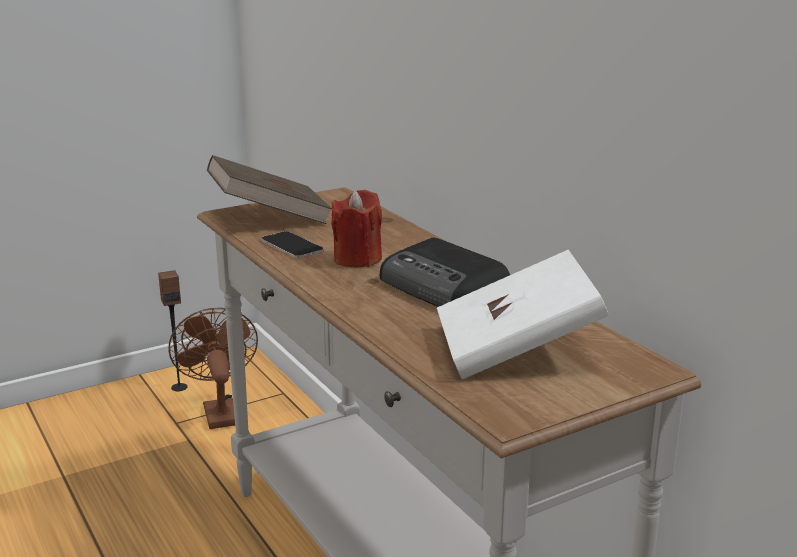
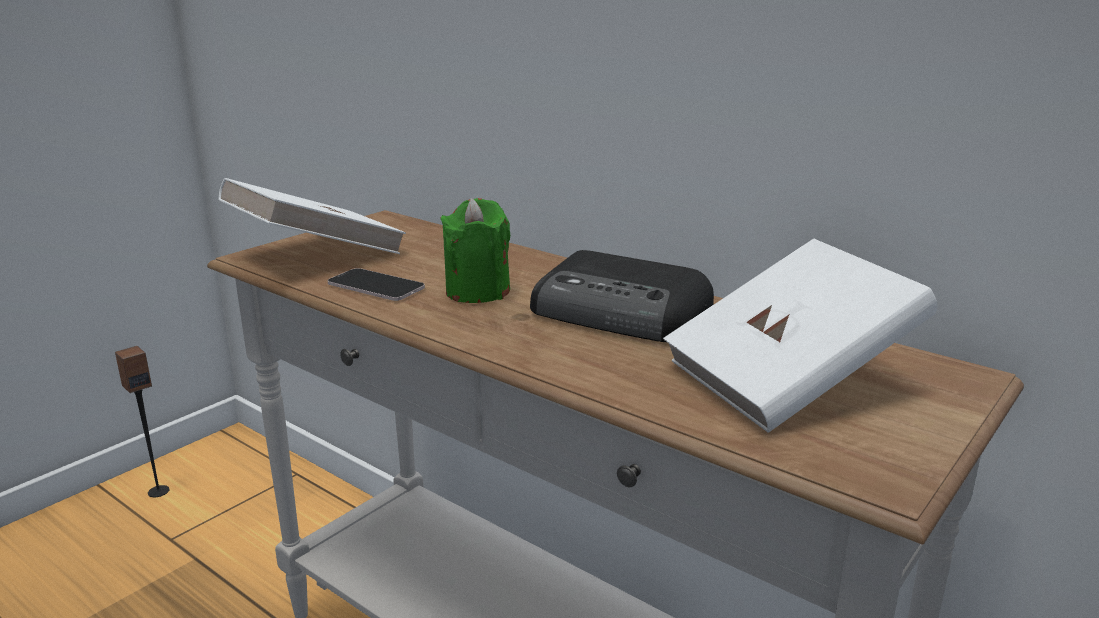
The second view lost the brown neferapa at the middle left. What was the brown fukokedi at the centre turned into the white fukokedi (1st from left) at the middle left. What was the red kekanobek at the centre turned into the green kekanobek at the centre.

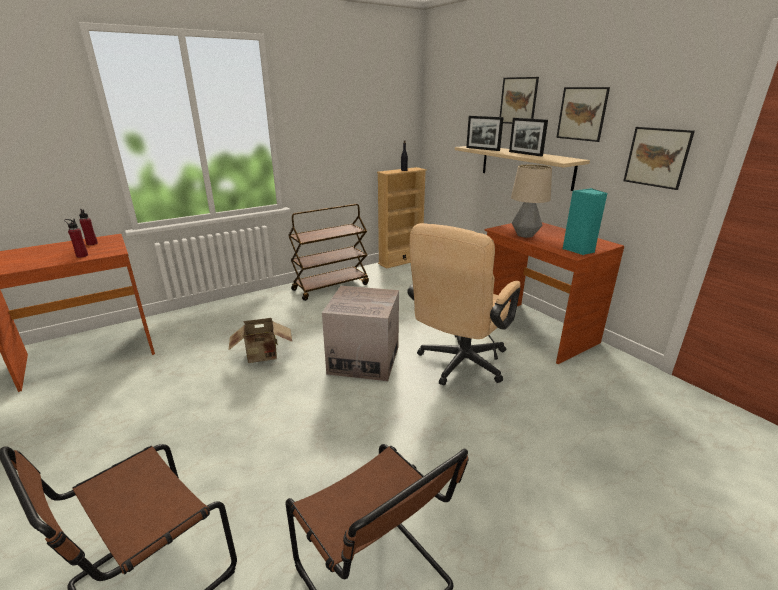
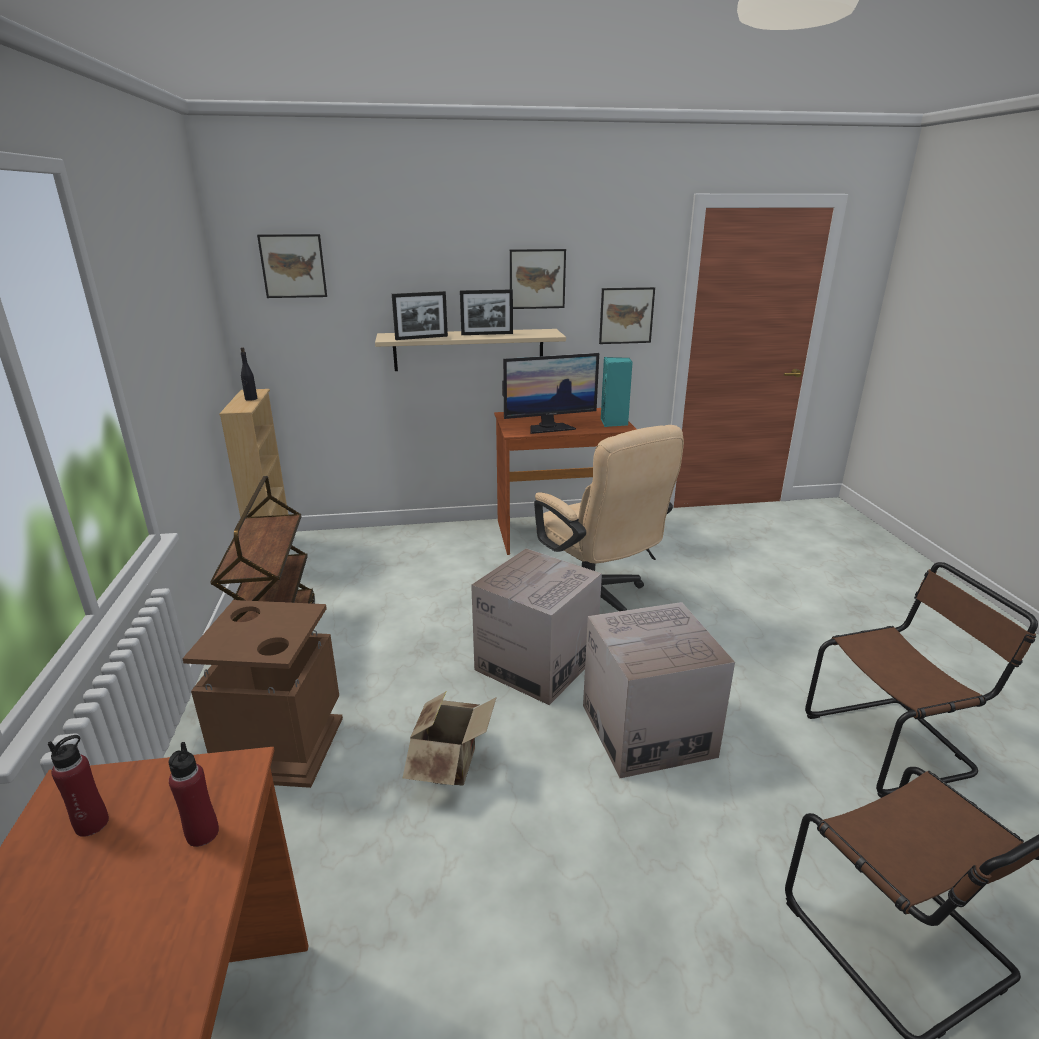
The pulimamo (1st from left) ended up elsewhere, having gone from the top right to the top left. Where the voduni stood at the middle right, the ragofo came to stand at the centre. The second view gained the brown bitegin at the bottom left. The second view gained the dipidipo (3rd from left) at the centre.

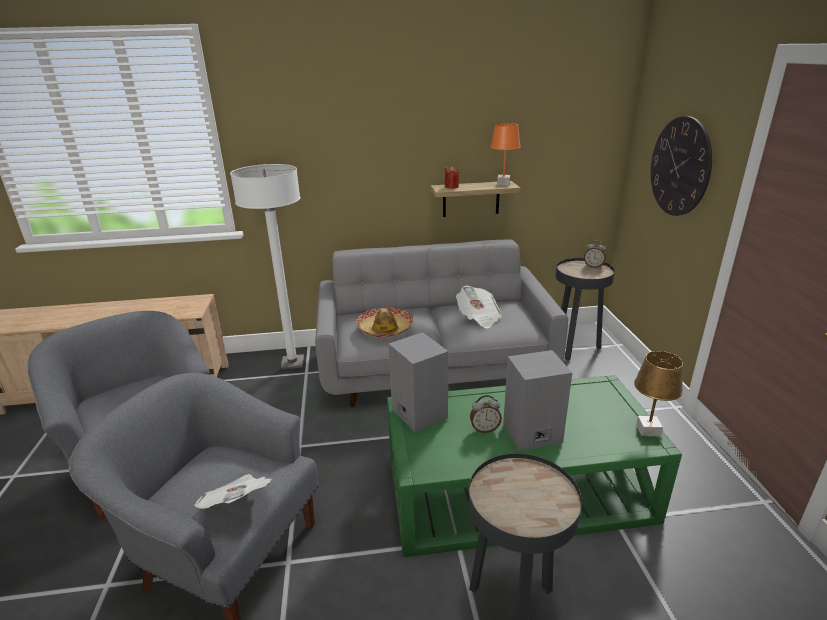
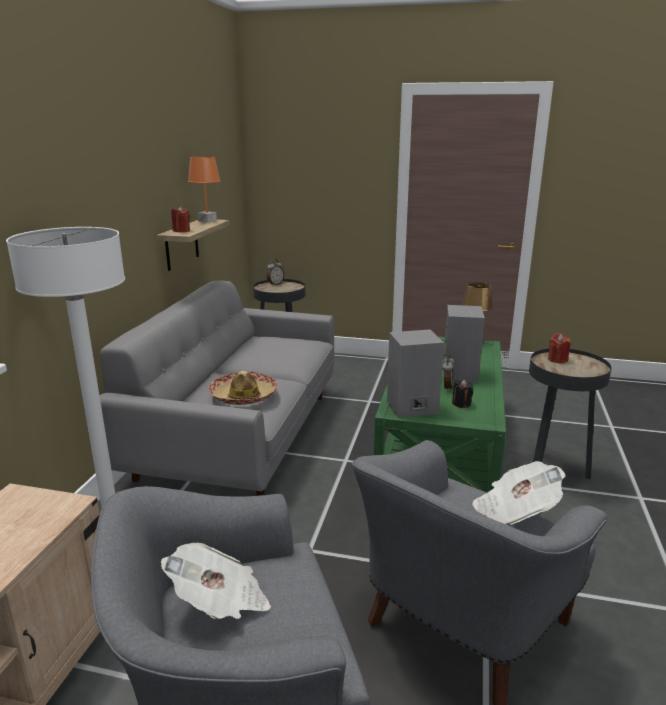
The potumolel (2nd from left in the first image) ended up elsewhere, having gone from the centre to the bottom left. The second view lost the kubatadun at the top right. The second view gained the black kekanobek at the middle right. The second view gained the red kekanobek (2nd from left) at the middle right.

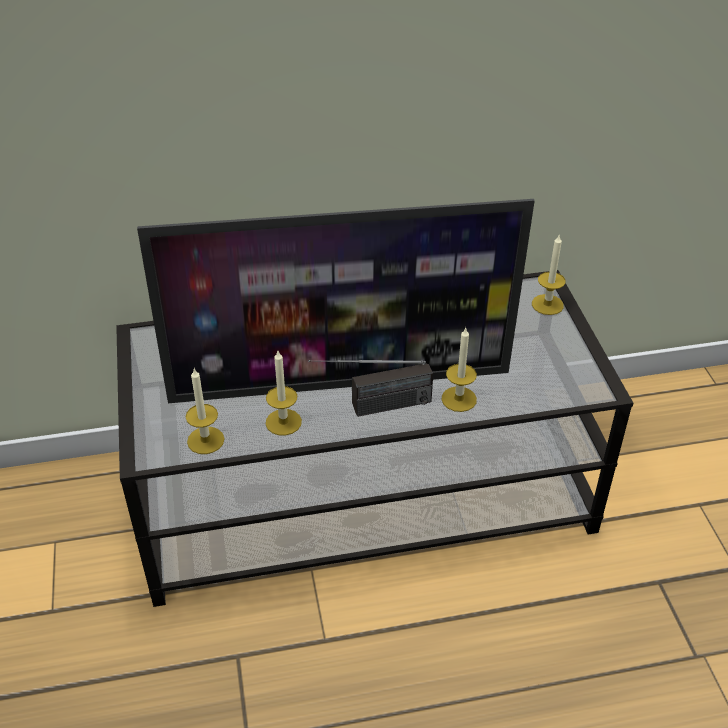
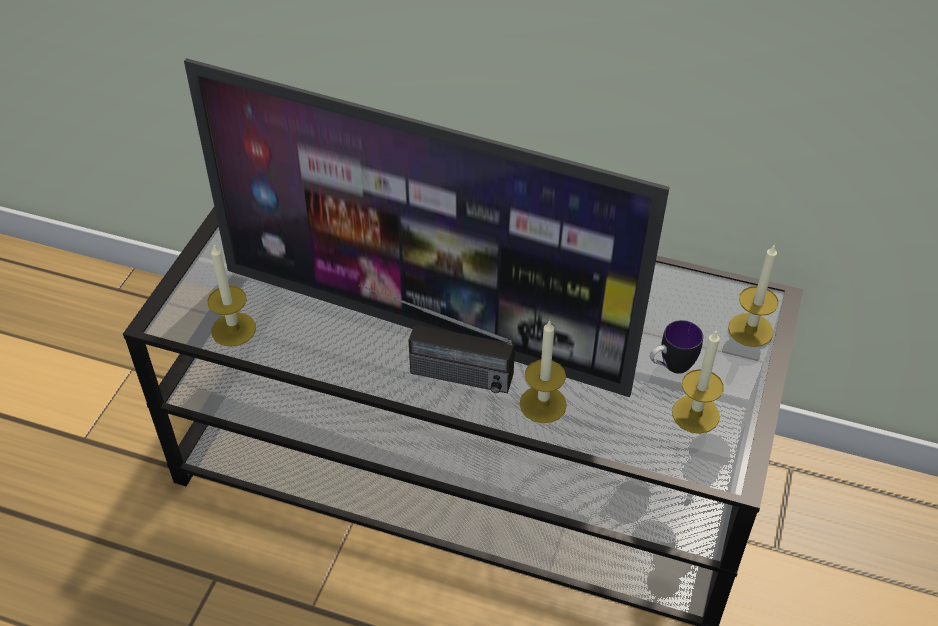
The kekanobek (2nd from left in the first image) ended up elsewhere, having gone from the centre to the middle right. The second view gained the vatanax at the middle right.

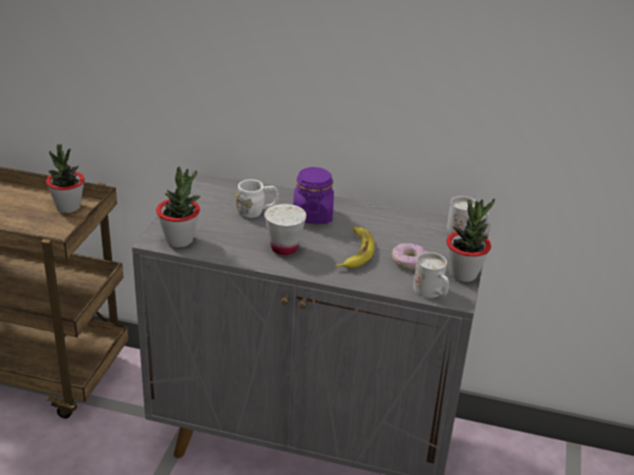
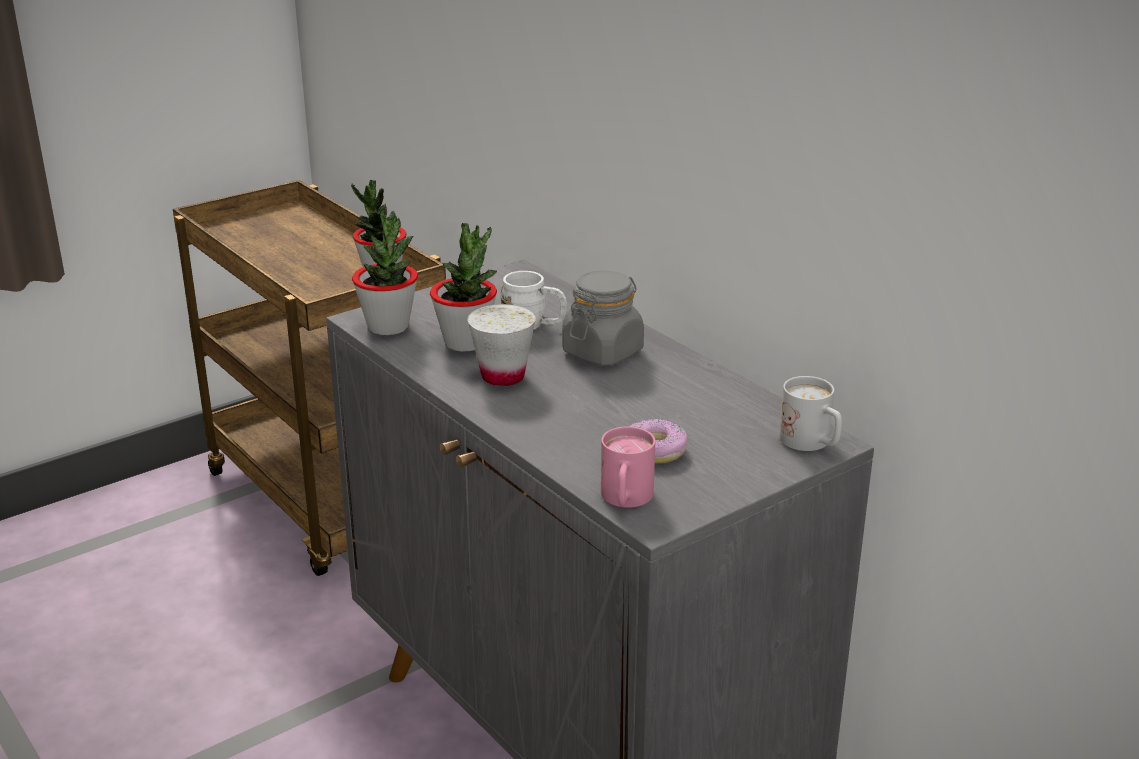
What was the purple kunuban at the centre turned into the grey kunuban at the centre. The second view lost the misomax at the centre. What was the white vatanax (2nd from left) at the middle right turned into the pink vatanax at the centre. The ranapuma (3rd from left) ended up elsewhere, having gone from the middle right to the centre.

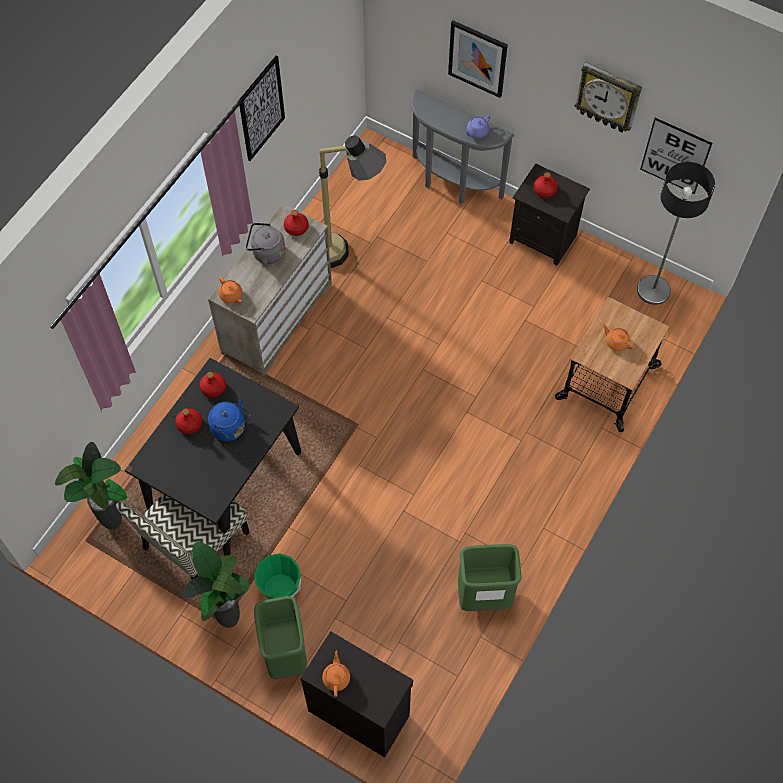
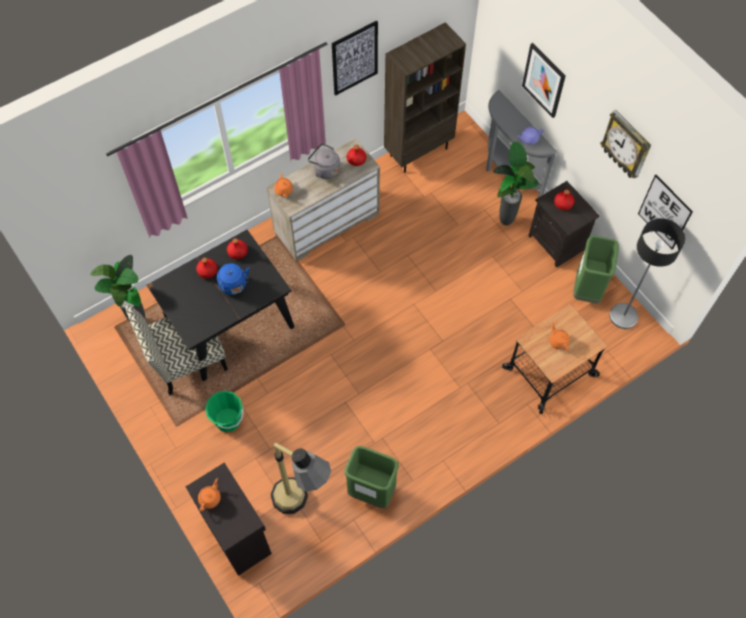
The ranapuma (2nd from left) ended up elsewhere, having gone from the bottom left to the top right. The green bitegin (1st from left in the first image) ended up elsewhere, having gone from the bottom centre to the middle right. The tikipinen (1st from left) ended up elsewhere, having gone from the top centre to the bottom centre. The second view gained the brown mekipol at the top centre.

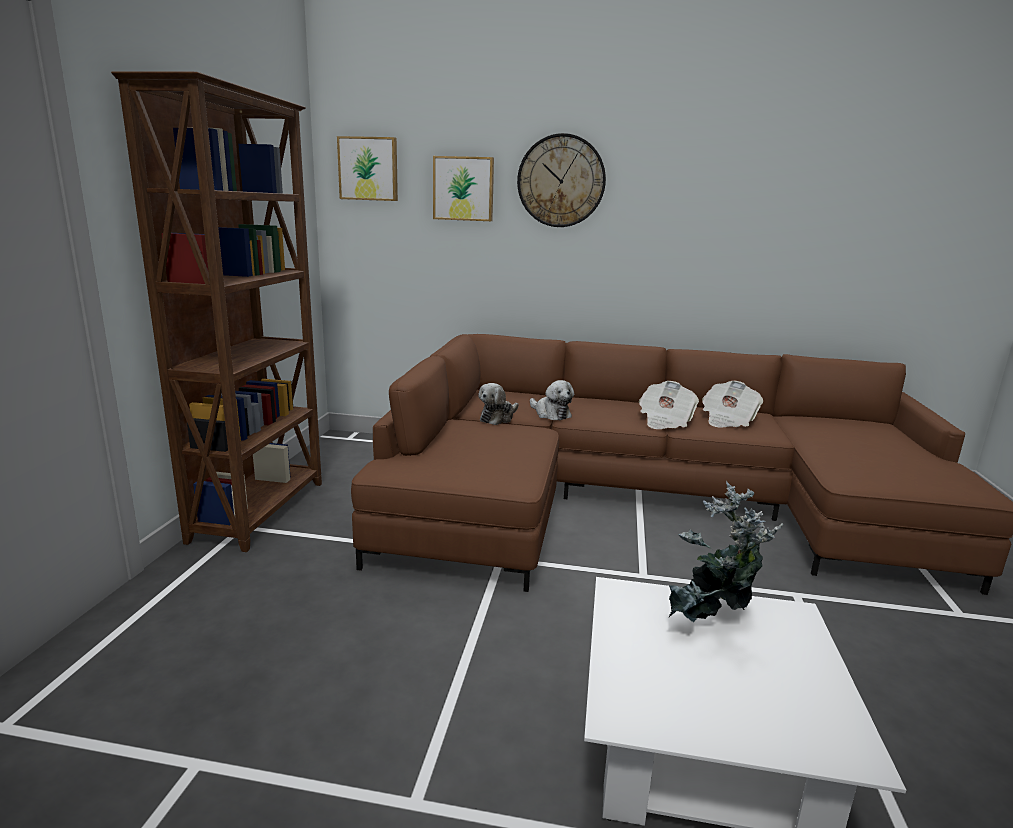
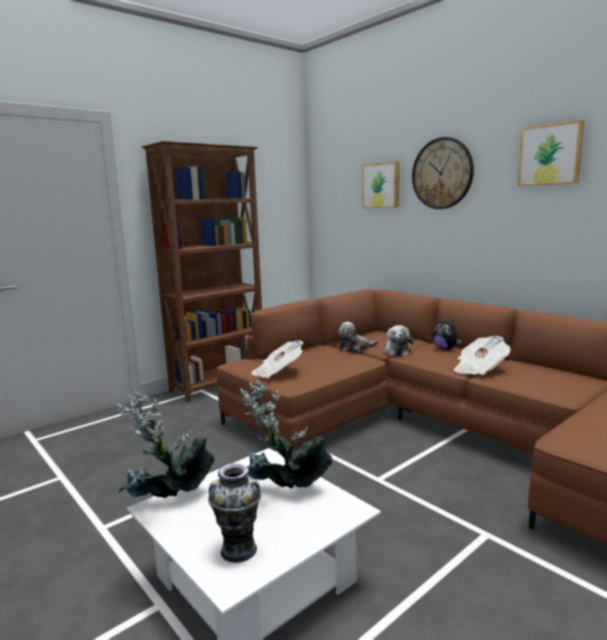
The pulimamo (1st from left in the first image) ended up elsewhere, having gone from the top centre to the top right. The potumolel (2nd from left in the first image) ended up elsewhere, having gone from the middle right to the centre. The second view gained the ranapuma (1st from left) at the bottom left. The second view gained the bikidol at the bottom centre. The second view gained the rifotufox (3rd from left) at the middle right.

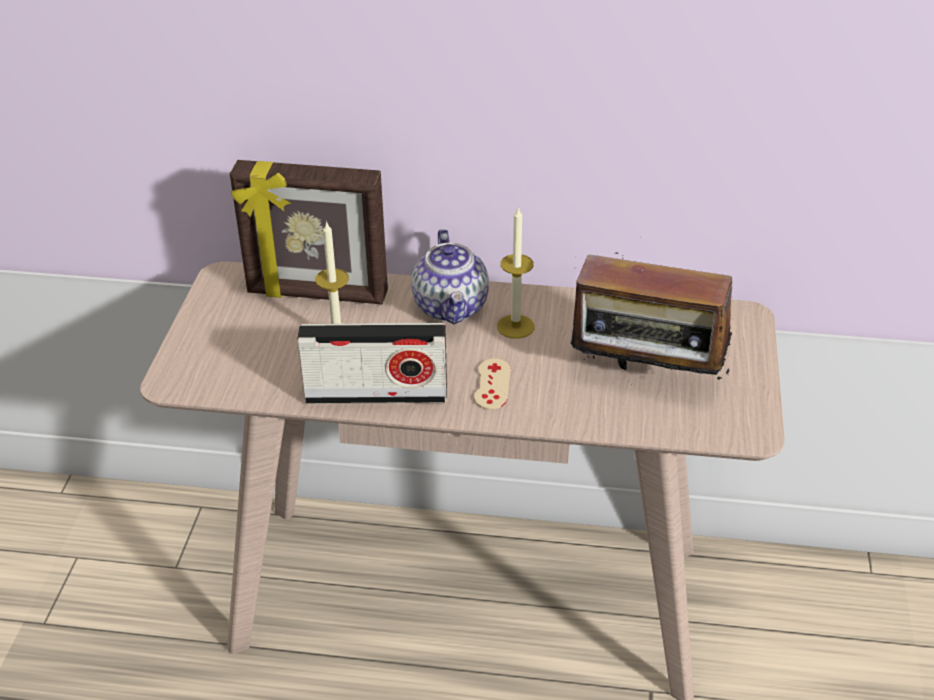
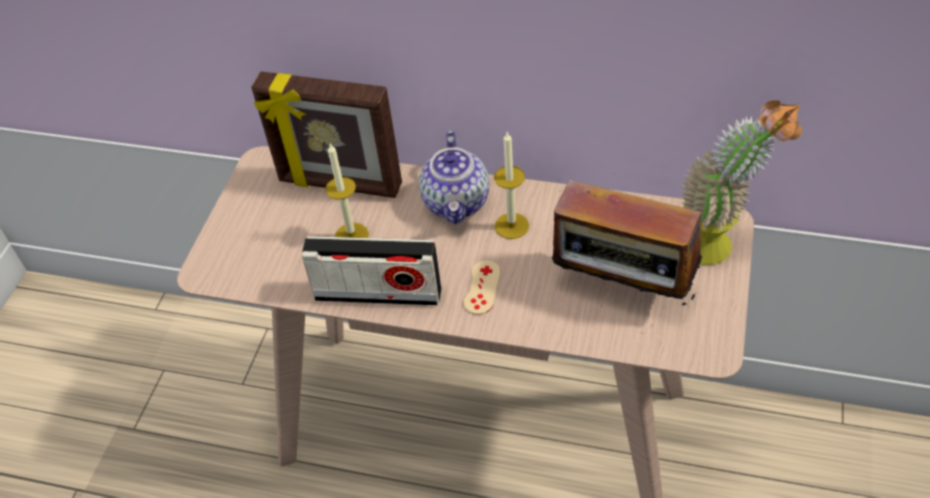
The second view gained the ranapuma at the middle right.

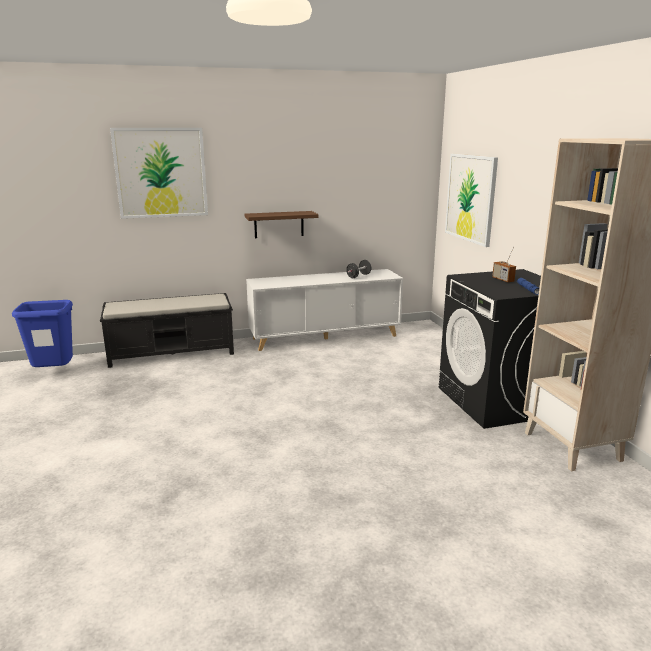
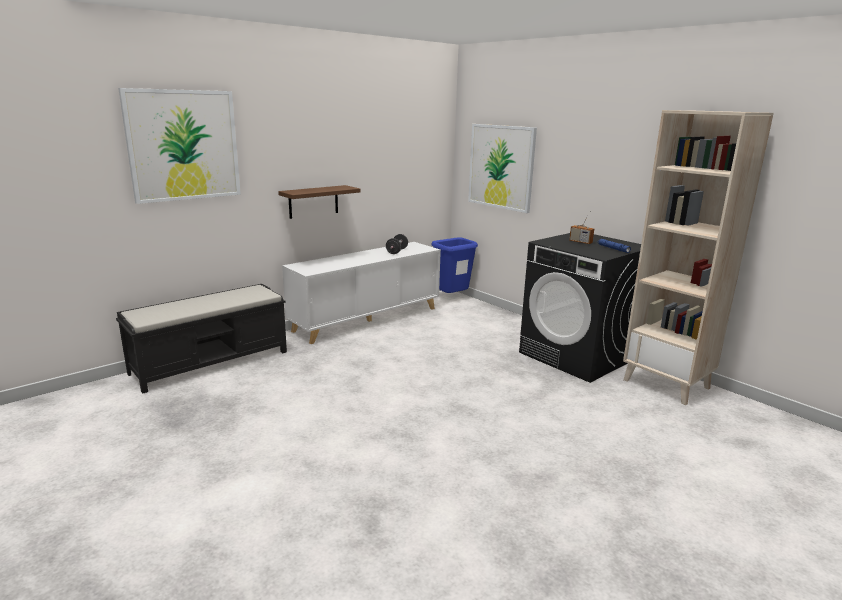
The blue bitegin ended up elsewhere, having gone from the middle left to the centre.

